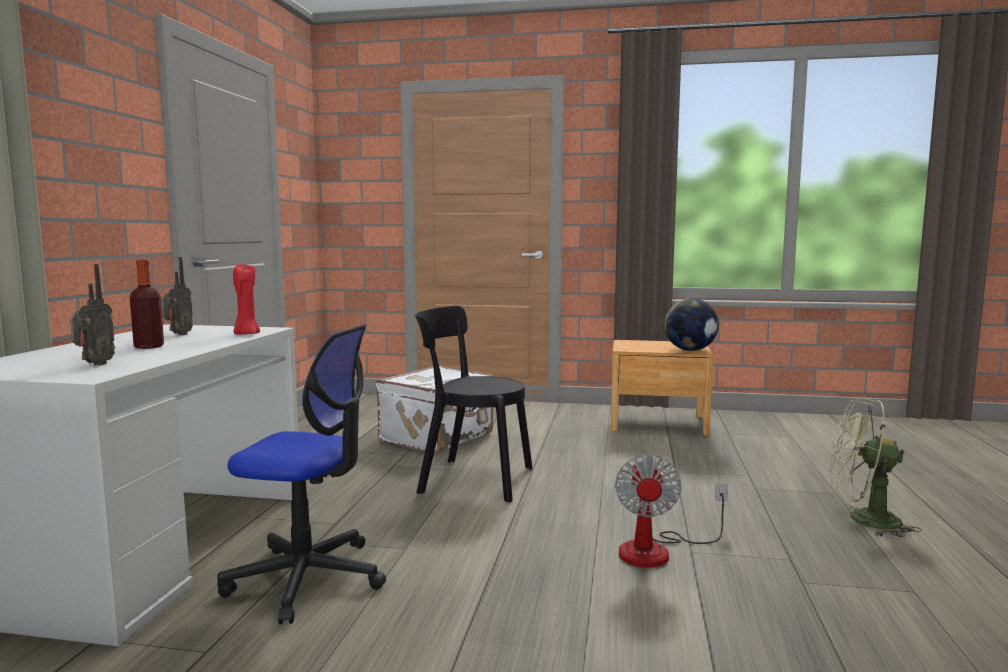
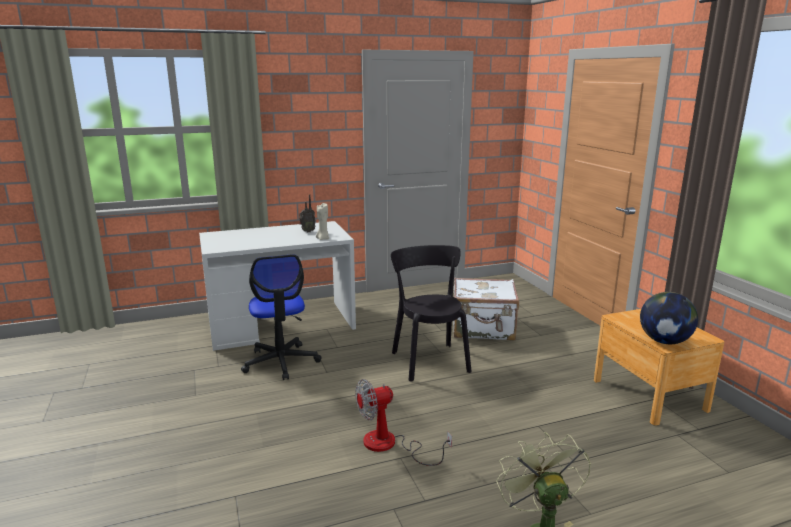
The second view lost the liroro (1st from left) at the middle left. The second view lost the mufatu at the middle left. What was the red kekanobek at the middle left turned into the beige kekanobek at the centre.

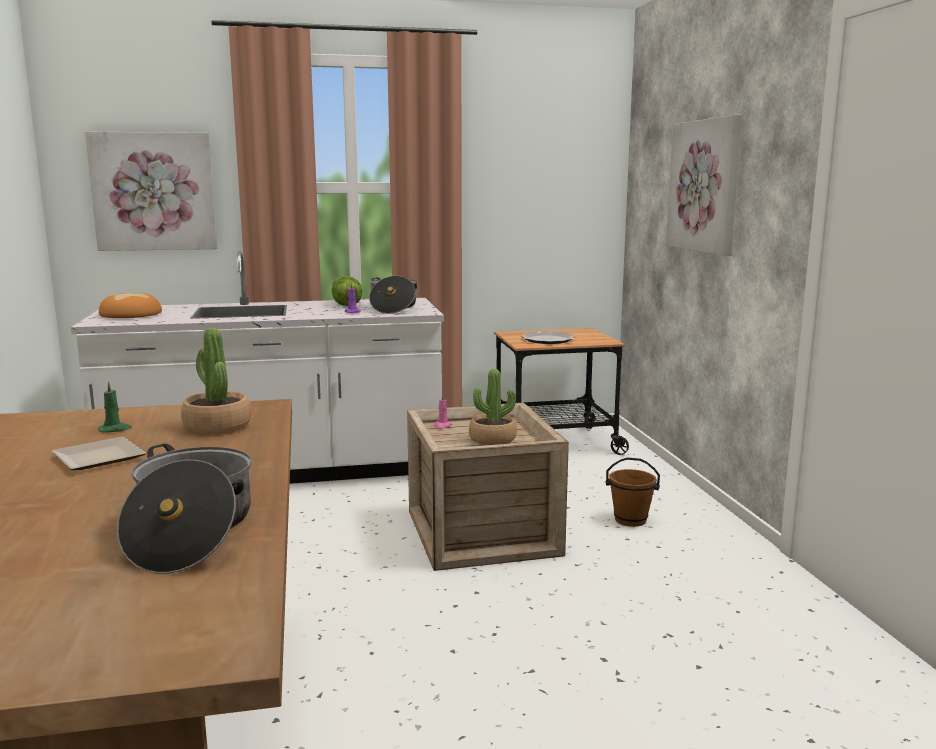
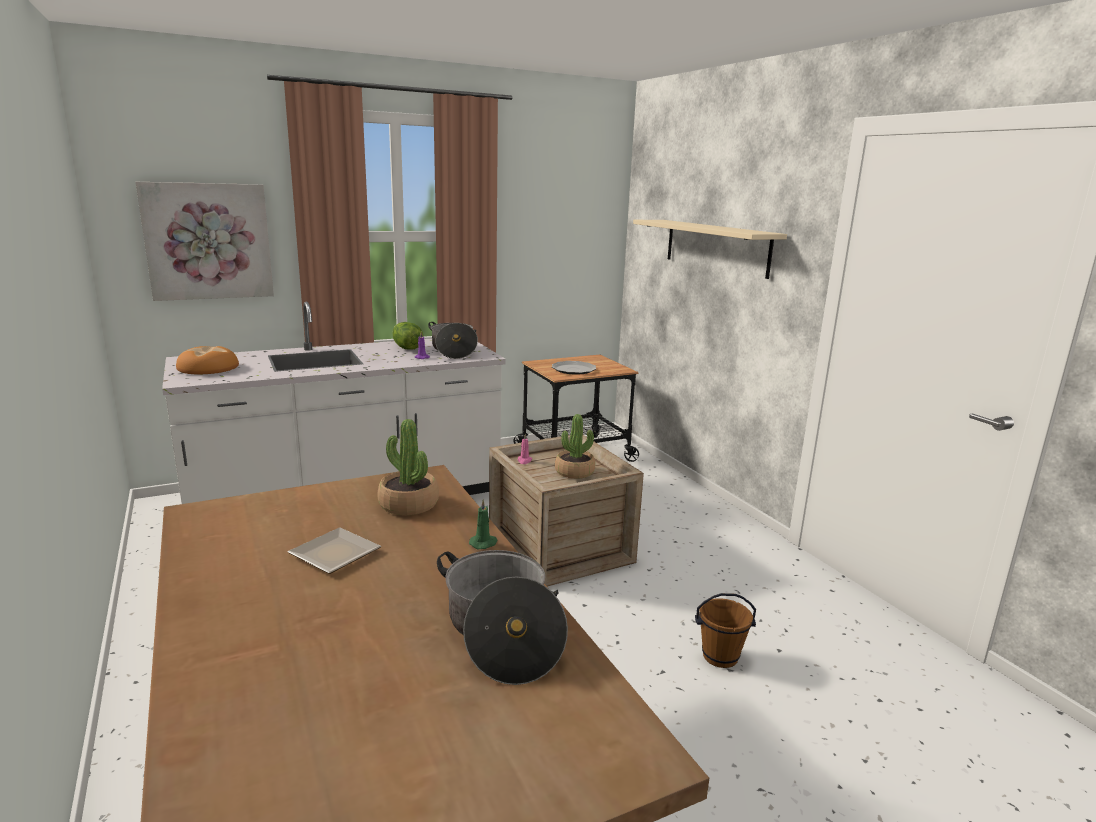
The green kekanobek ended up elsewhere, having gone from the middle left to the centre. The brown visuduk ended up elsewhere, having gone from the middle right to the bottom centre. Where the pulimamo (2nd from left) hung at the top right, the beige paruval came to hang at the top centre.

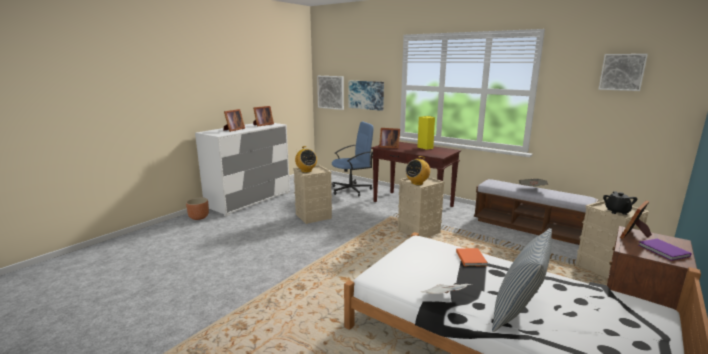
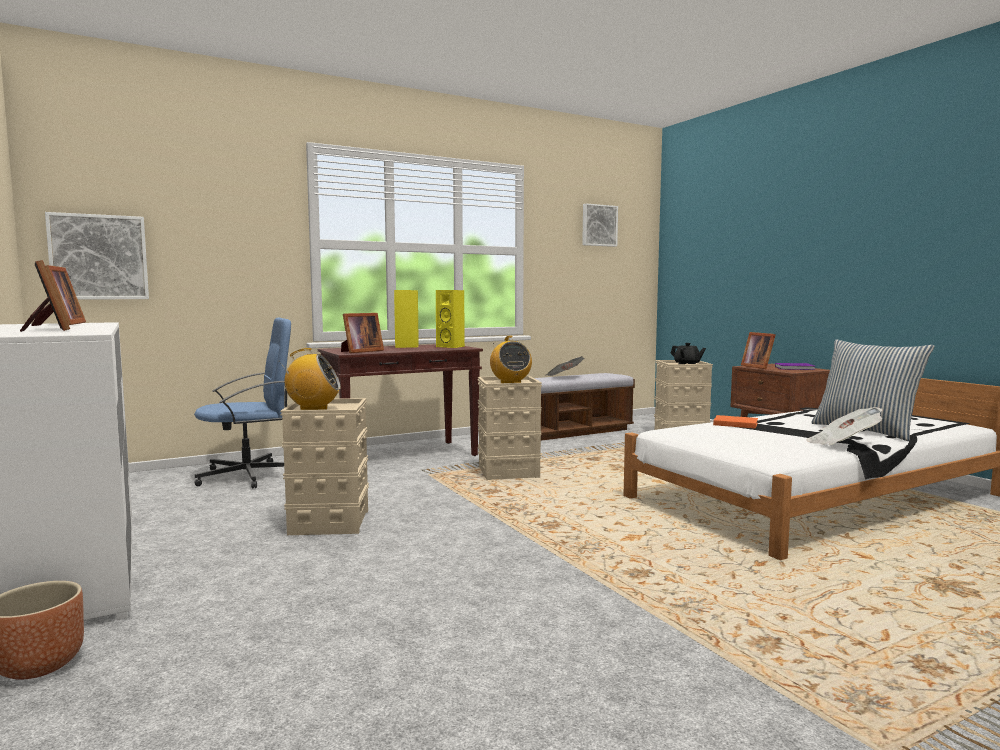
The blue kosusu at the centre ended up facing another way, 60 degrees clockwise from before. The second view lost the pulimamo (2nd from left) at the top centre. The second view gained the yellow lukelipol (2nd from left) at the centre.

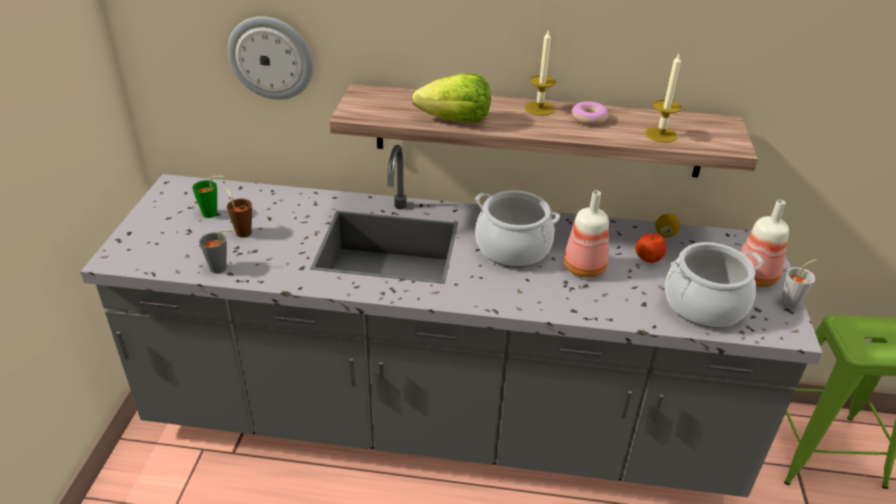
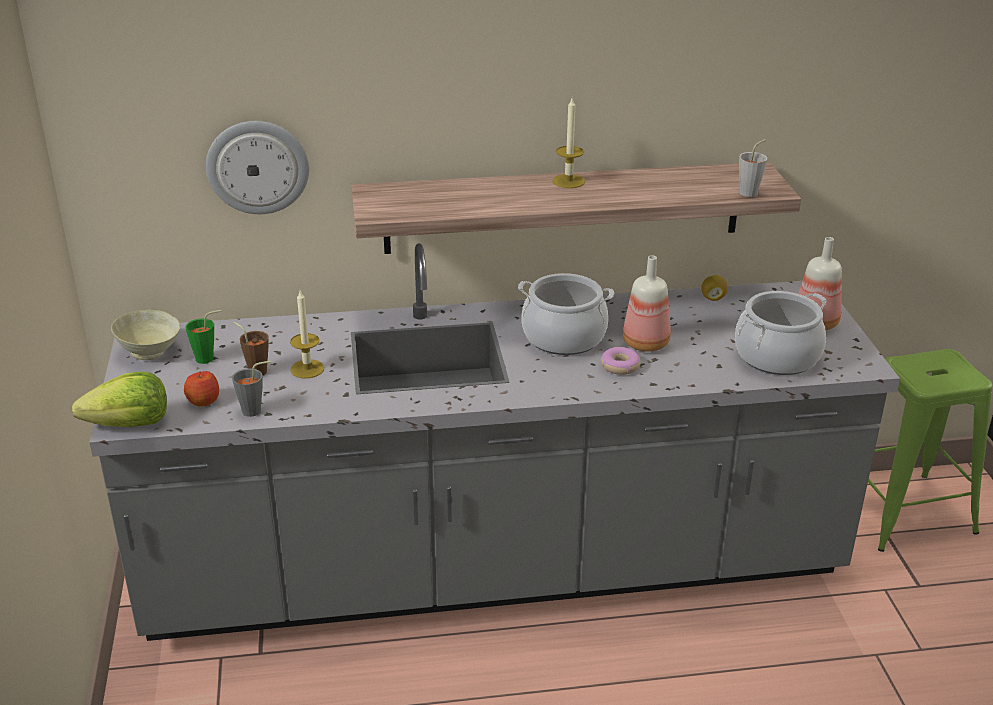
The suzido ended up elsewhere, having gone from the top centre to the middle left. The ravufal ended up elsewhere, having gone from the top centre to the centre. The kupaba ended up elsewhere, having gone from the middle right to the middle left. The kekanobek (2nd from left in the first image) ended up elsewhere, having gone from the top right to the middle left. The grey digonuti (2nd from left) ended up elsewhere, having gone from the middle right to the top right. The second view gained the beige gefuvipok at the middle left.

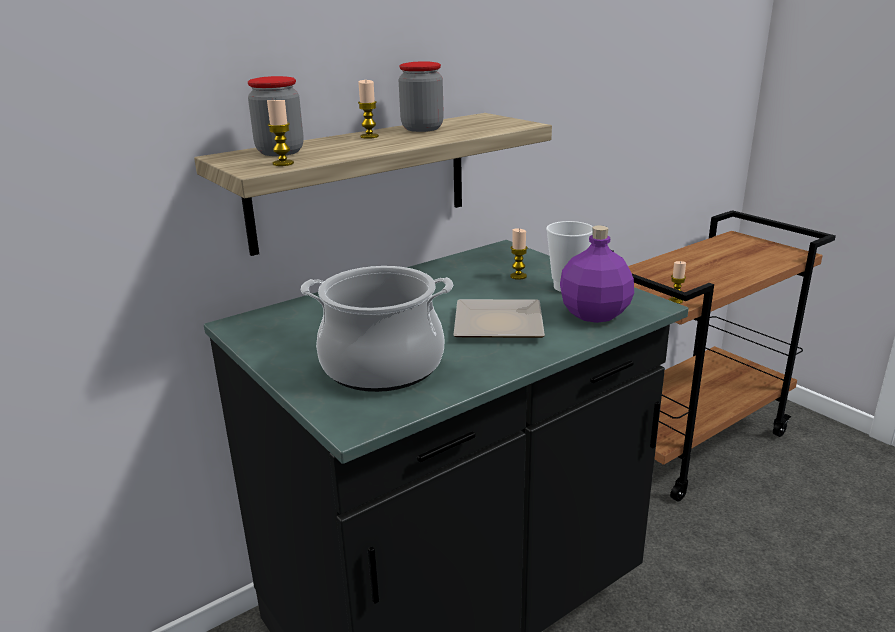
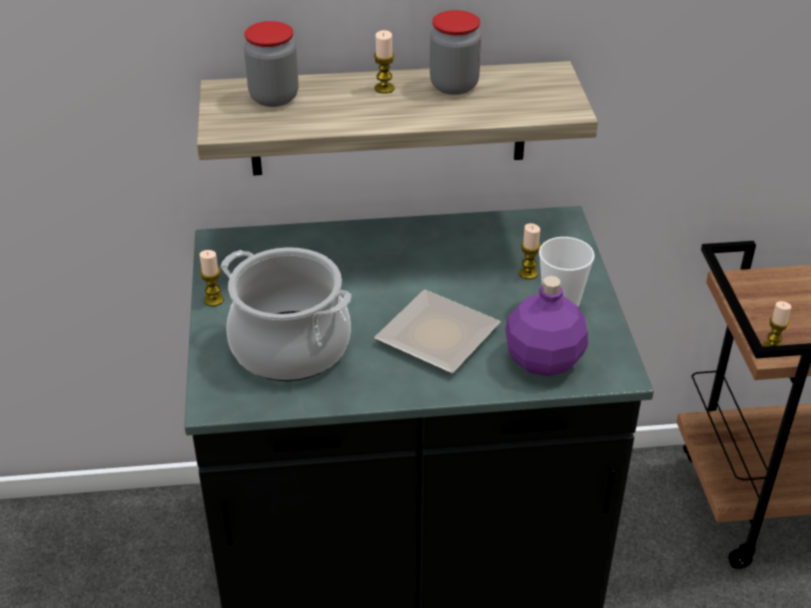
The kekanobek (1st from left) ended up elsewhere, having gone from the top left to the middle left.

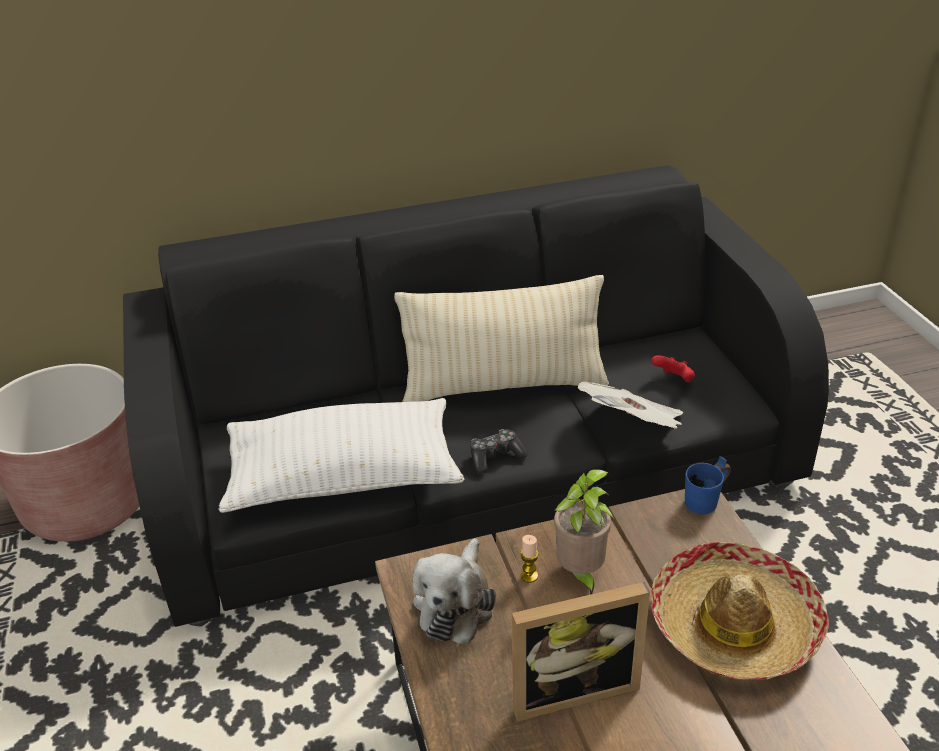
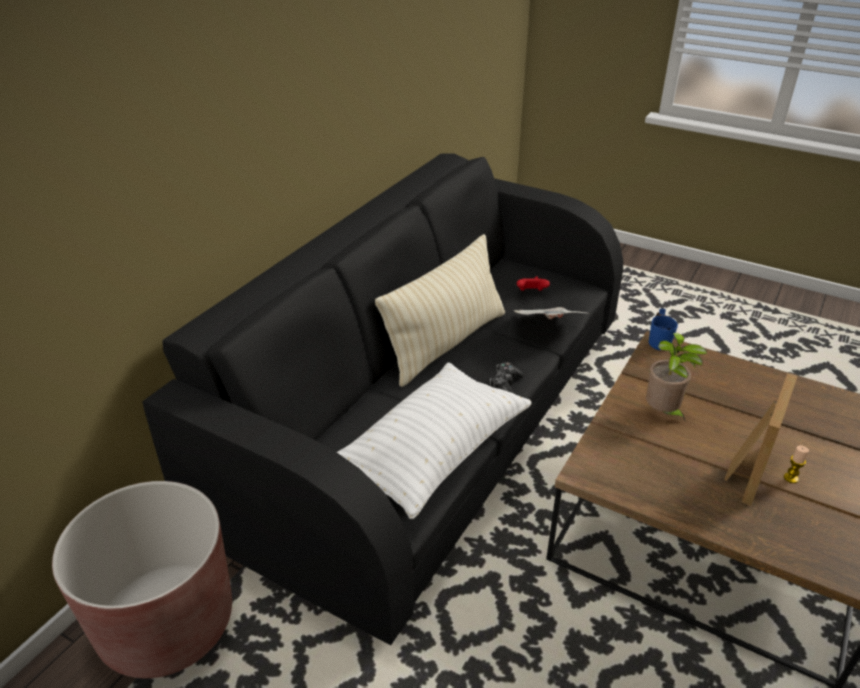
The second view lost the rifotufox at the bottom centre. The kekanobek ended up elsewhere, having gone from the bottom centre to the bottom right. The second view lost the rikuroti at the bottom right.

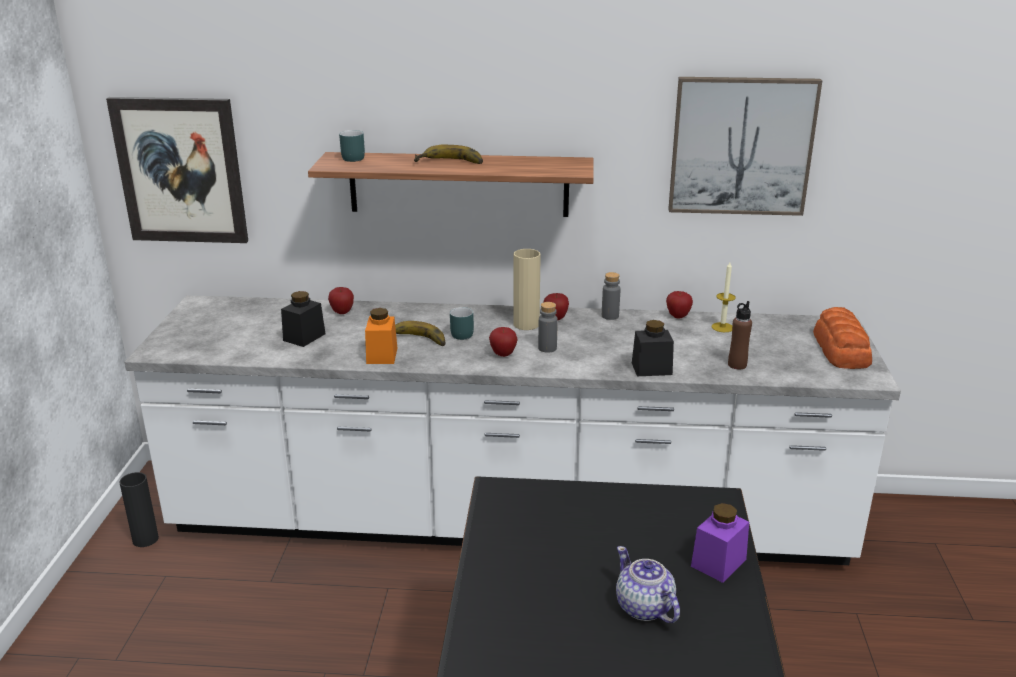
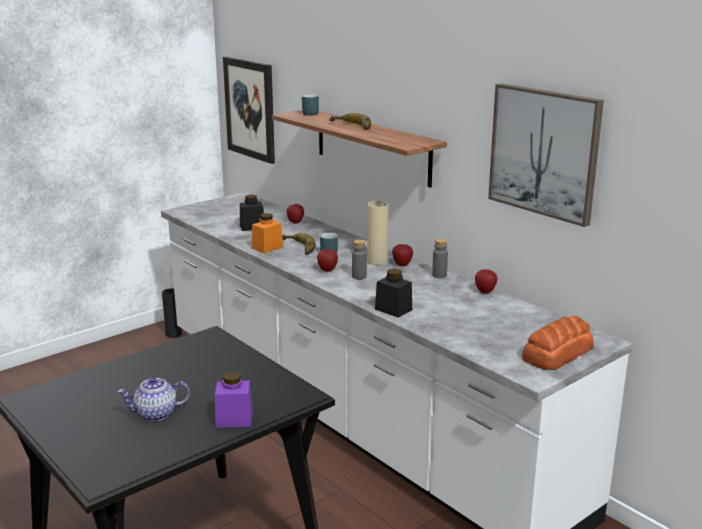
The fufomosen at the bottom centre ended up facing another way, 120 degrees counterclockwise from before. The second view lost the kekanobek at the middle right. The second view lost the brown mufatu at the middle right.

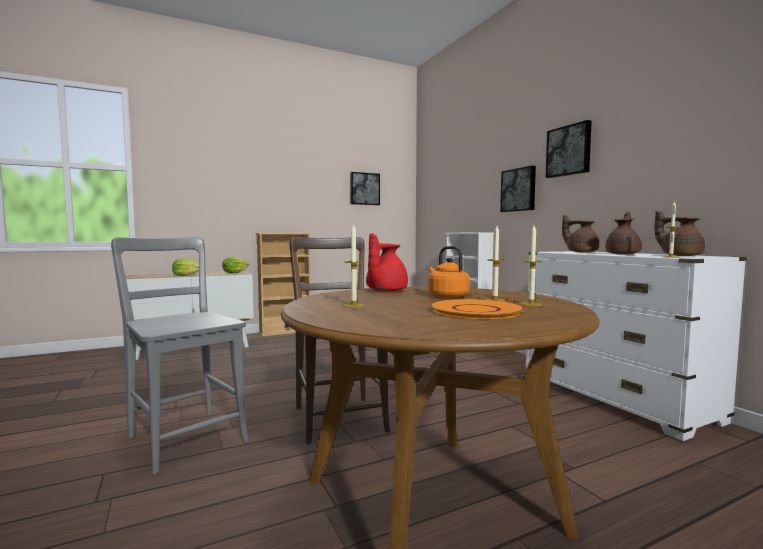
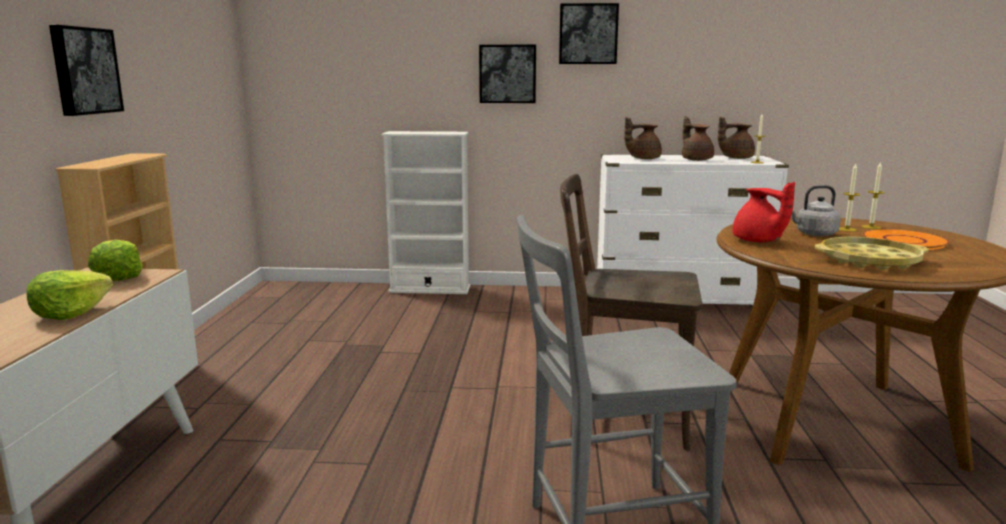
Where the kekanobek (1st from left) stood at the centre, the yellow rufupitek came to stand at the middle right. The pulimamo (1st from left) ended up elsewhere, having gone from the centre to the top left. What was the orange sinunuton at the centre turned into the grey sinunuton at the middle right.

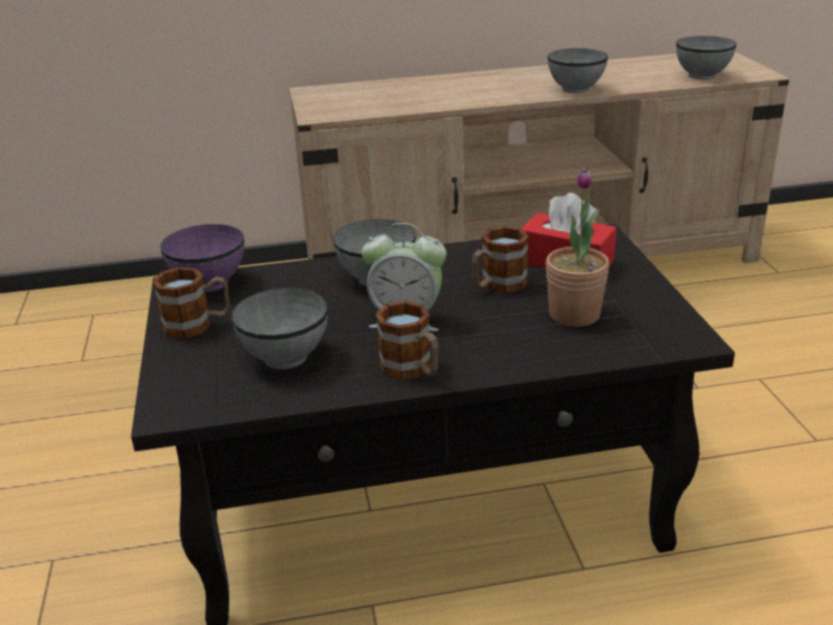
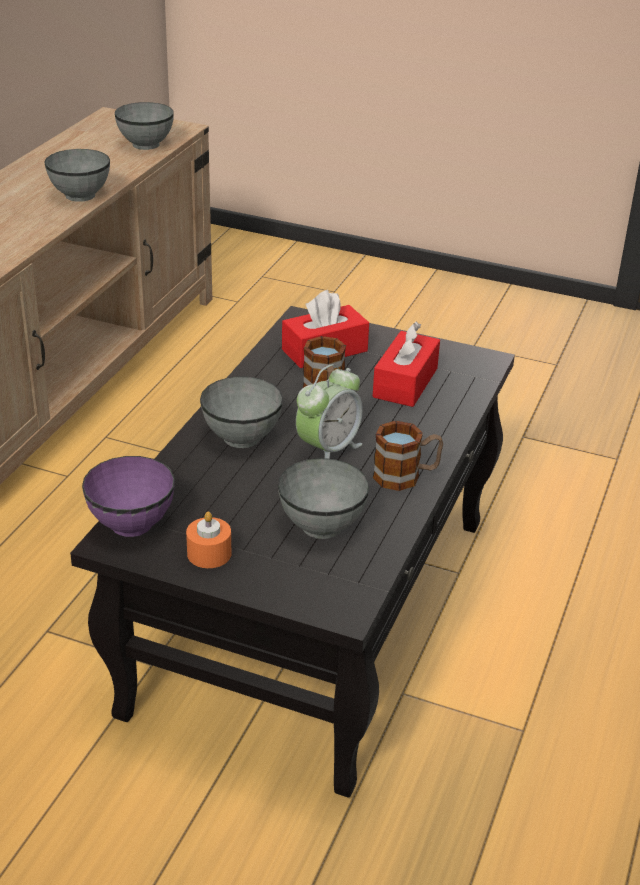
Where the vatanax (1st from left) stood at the middle left, the orange kekanobek came to stand at the middle left. Where the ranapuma stood at the middle right, the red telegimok (2nd from left) came to stand at the centre.

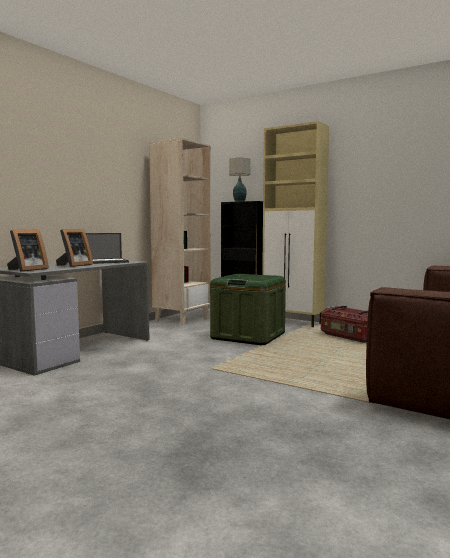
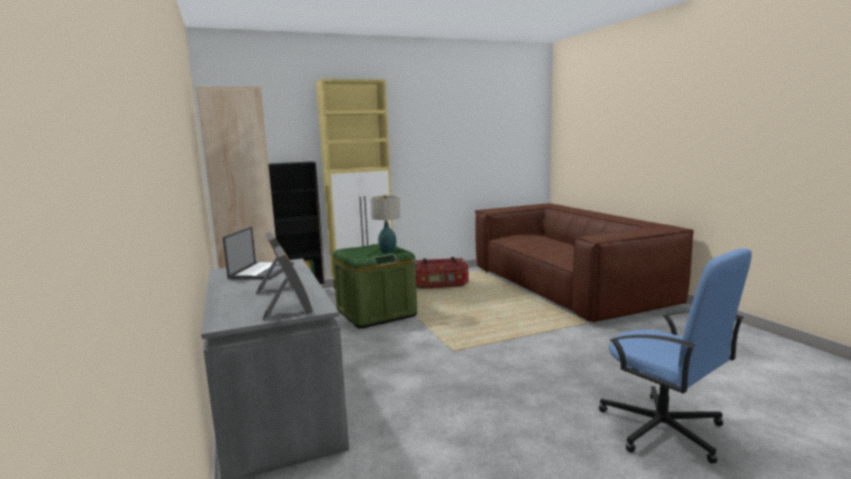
The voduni ended up elsewhere, having gone from the top centre to the centre. The second view gained the blue kosusu at the bottom right.

